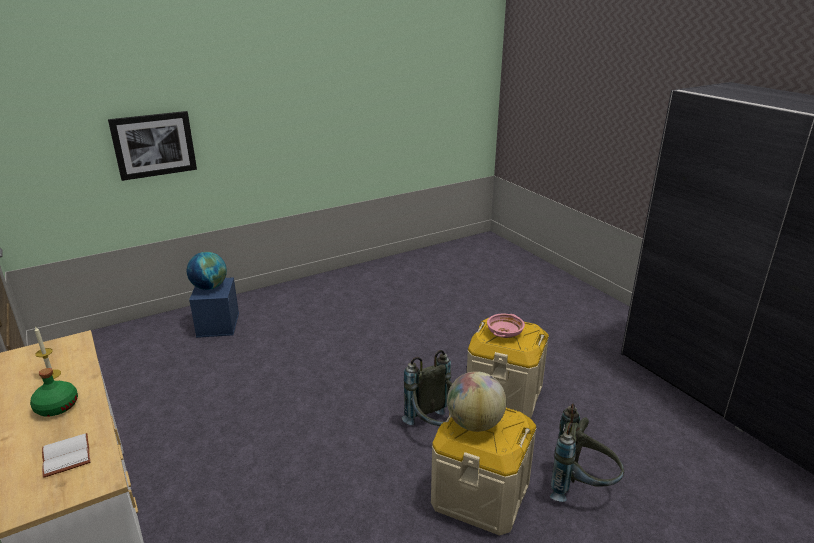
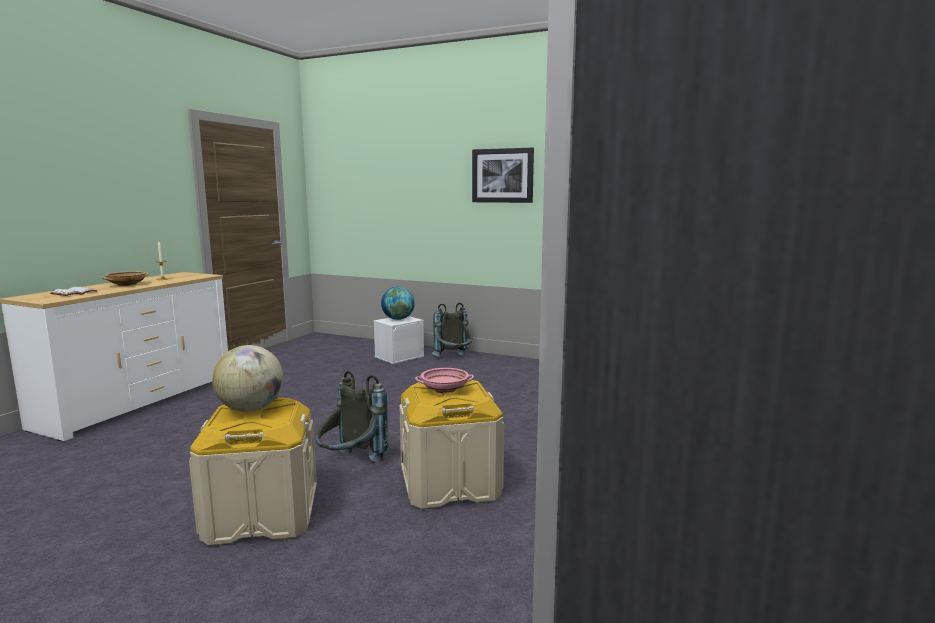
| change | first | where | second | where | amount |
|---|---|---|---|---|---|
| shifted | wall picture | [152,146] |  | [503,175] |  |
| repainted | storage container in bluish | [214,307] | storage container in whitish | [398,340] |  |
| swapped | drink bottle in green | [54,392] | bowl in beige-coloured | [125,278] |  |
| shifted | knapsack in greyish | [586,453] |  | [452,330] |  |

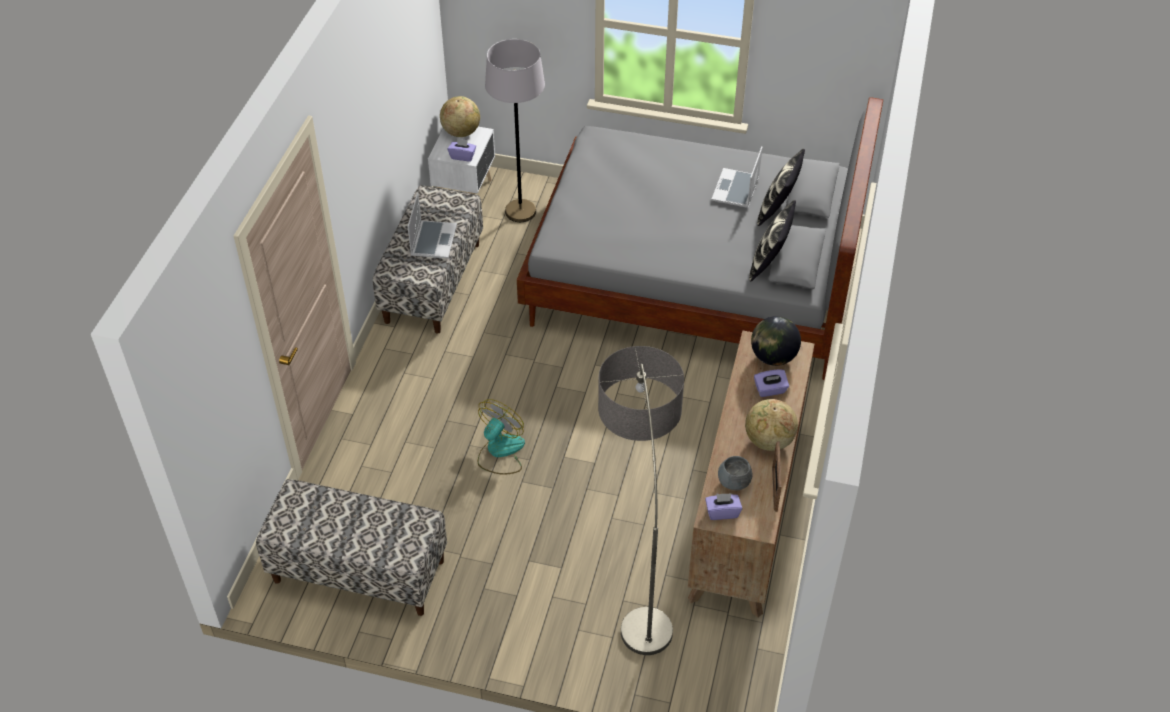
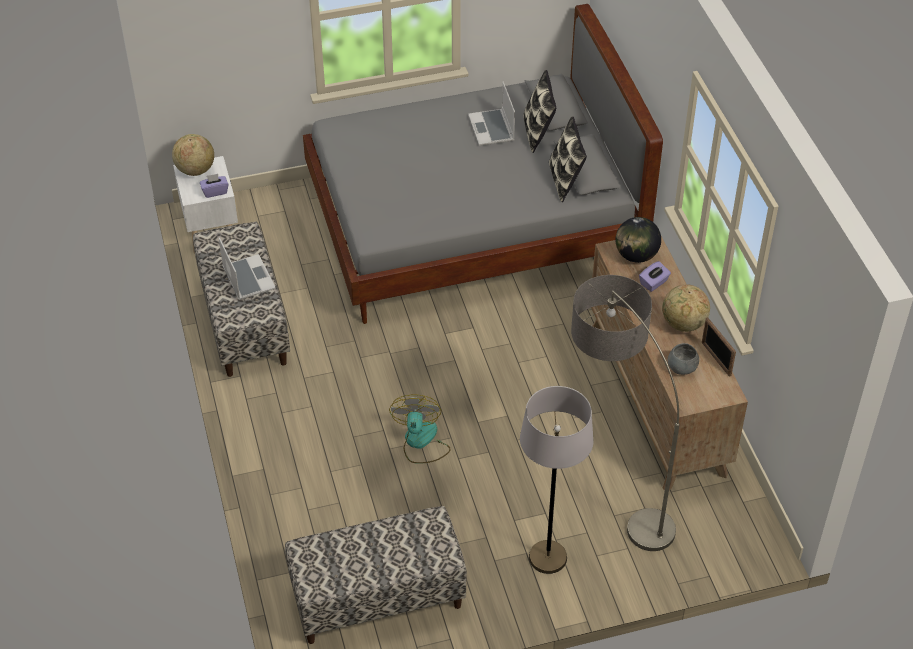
| change | first | where | second | where | amount |
|---|---|---|---|---|---|
| shifted | standard lamp in greyish | [515,130] |  | [557,480] |  |
| gone | box of tissues in purplish | [723,506] |  |  |  |

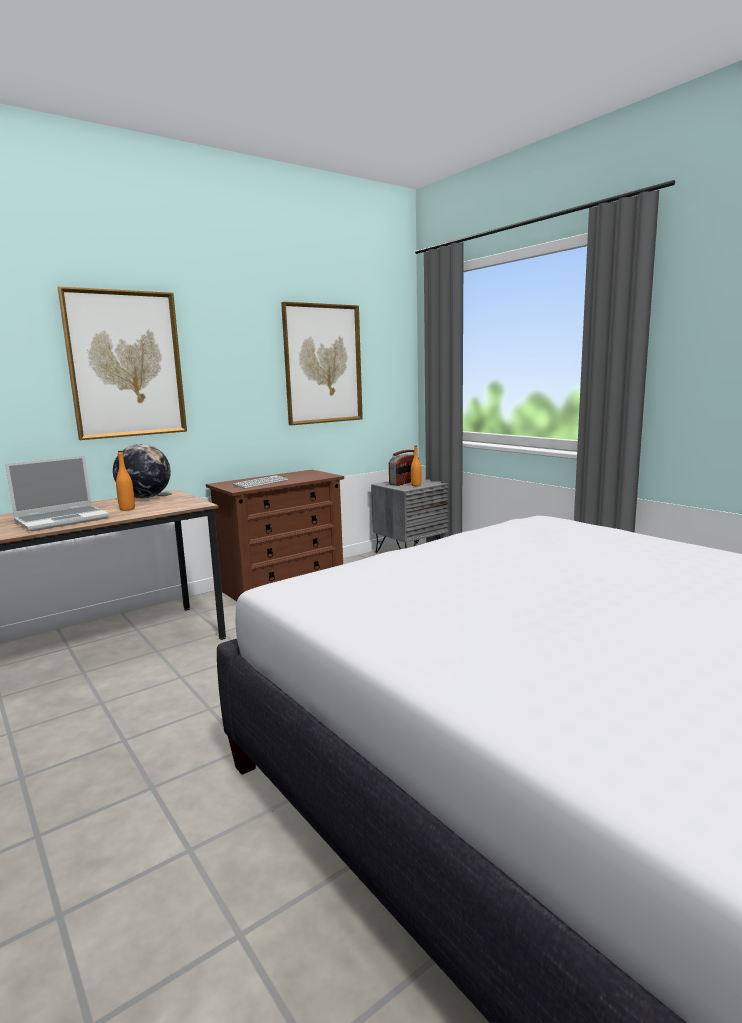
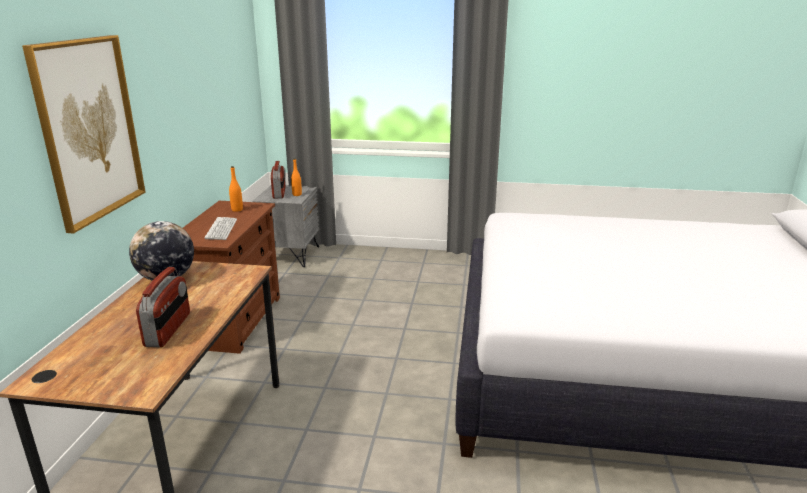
| change | first | where | second | where | amount |
|---|---|---|---|---|---|
| gone | wall picture | [322,363] |  |  |  |
| shifted | drink bottle in orange | [125,481] |  | [236,189] |  |
| swapped | portable computer | [57,493] | radio set | [163,307] |  |

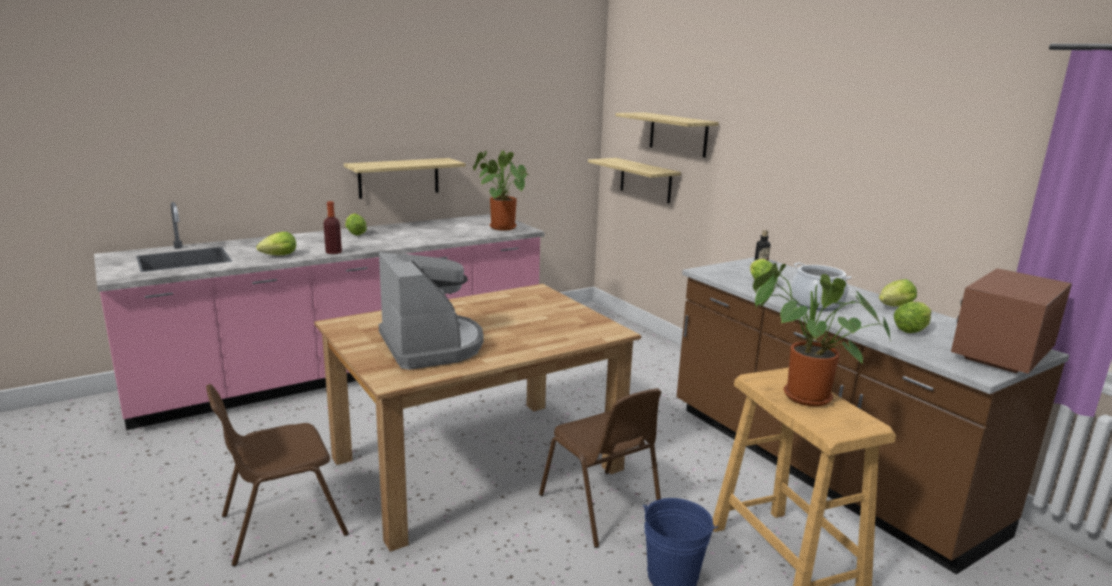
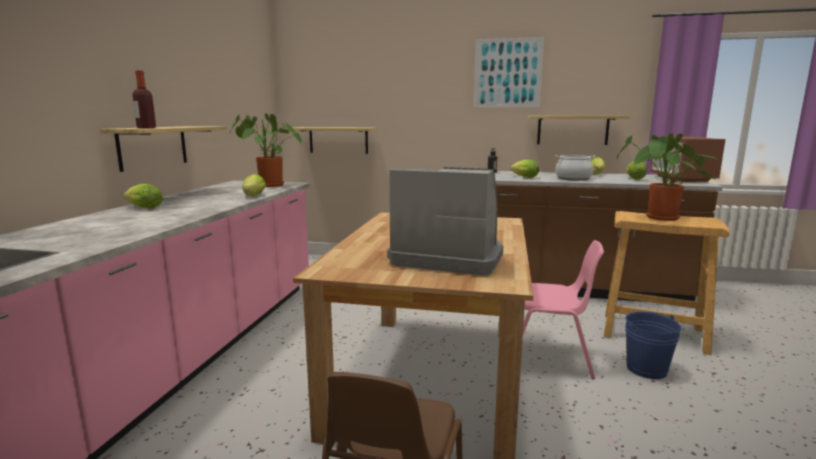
| change | first | where | second | where | amount |
|---|---|---|---|---|---|
| shifted | shelf | [667,134] |  | [579,130] |  |
| shifted | drink bottle | [333,227] |  | [144,99] |  |
| shifted | lettuce | [276,244] |  | [254,185] |  |
| repainted | chair in brownish | [600,468] | chair in pink | [563,309] |  |
| new |  |  | wall picture | [509,72] |  |

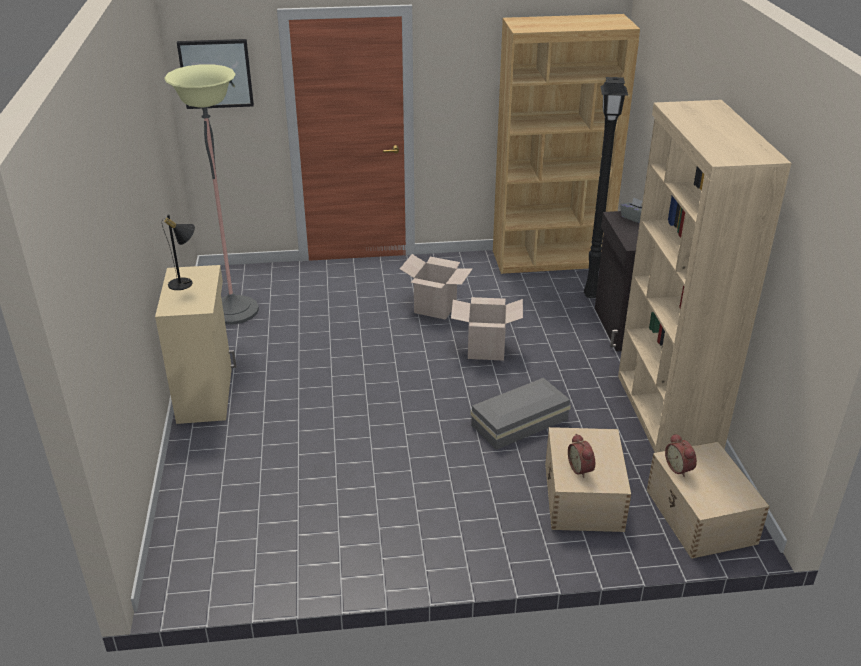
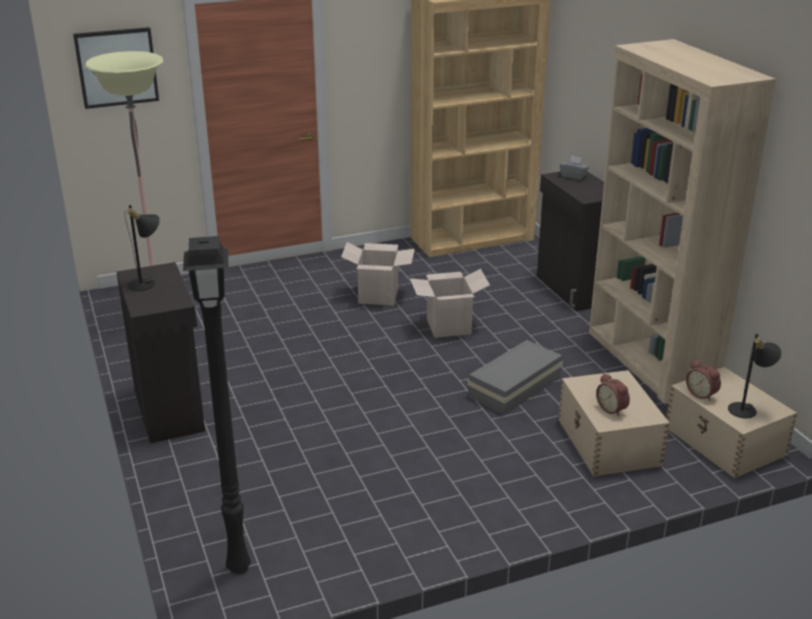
| change | first | where | second | where | amount |
|---|---|---|---|---|---|
| shifted | standard lamp in black-coloured | [606,187] |  | [217,405] |  |
| repainted | storage cabinet in beige-coloured | [195,344] | storage cabinet in black-coloured | [160,352] |  |
| new |  |  | tabletop lamp in black-coloured | [754,376] |  |

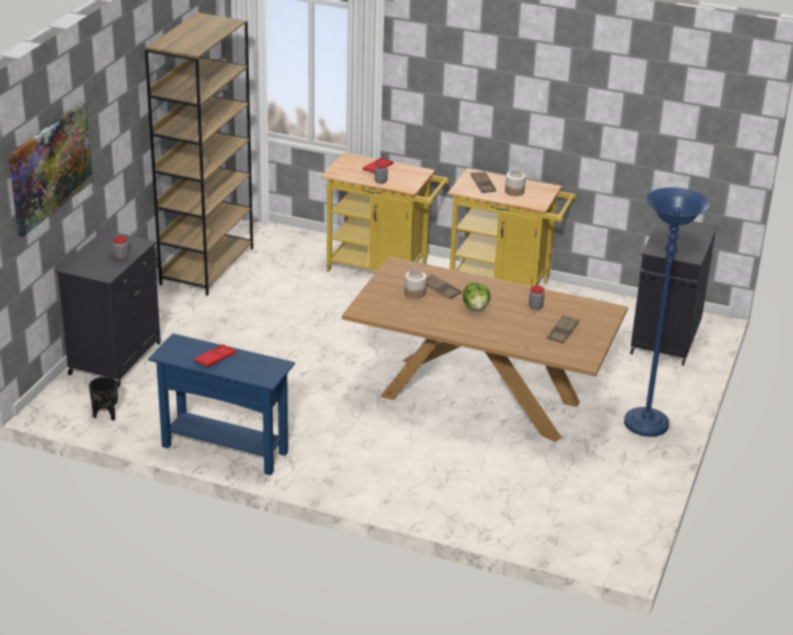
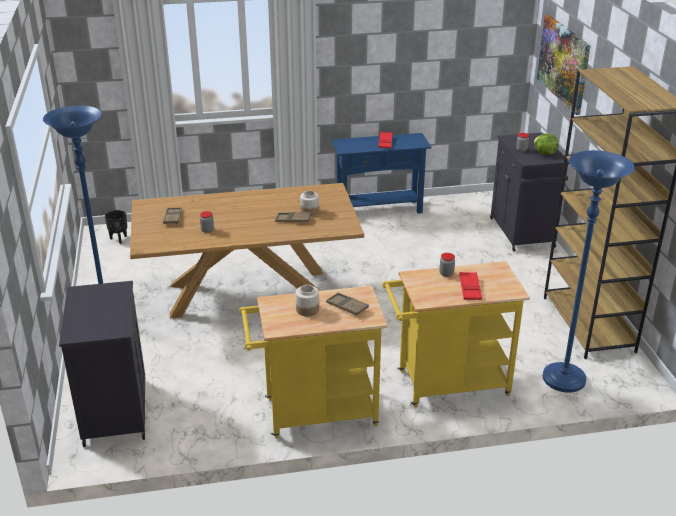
| change | first | where | second | where | amount |
|---|---|---|---|---|---|
| shifted | lettuce | [476,296] |  | [546,144] |  |
| shifted | plant pot in black-coloured | [103,399] |  | [116,227] |  |
| new |  |  | standard lamp in bluish | [589,271] |  |

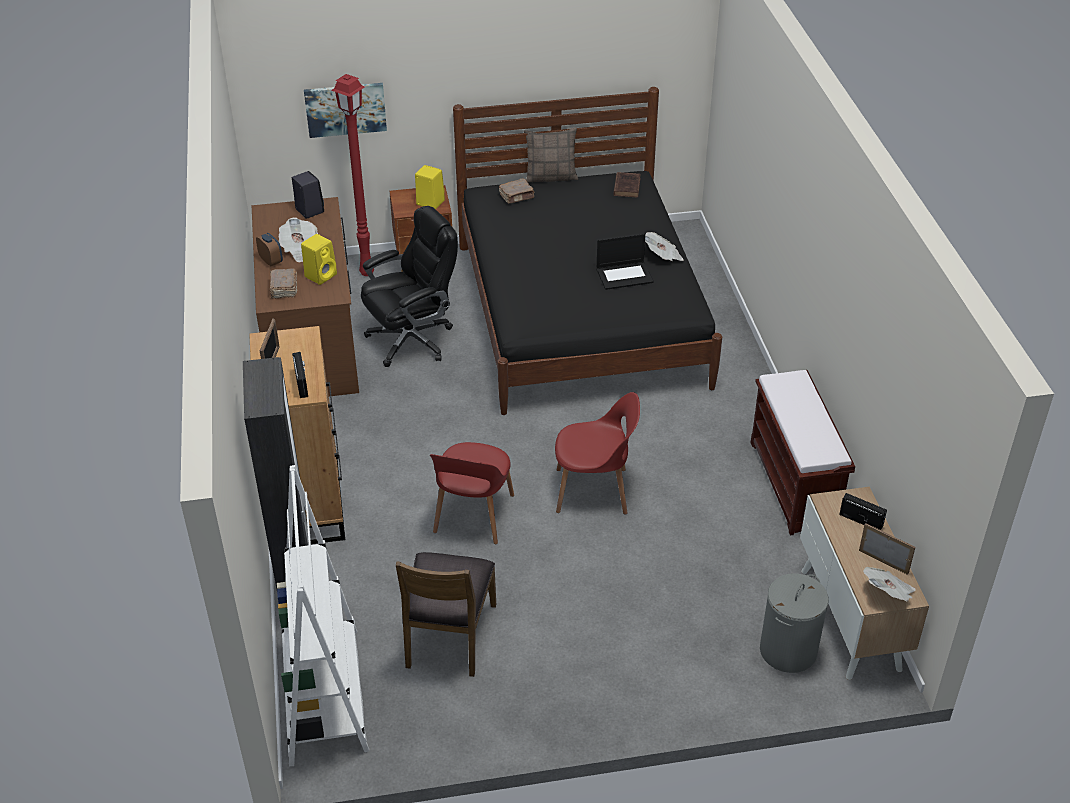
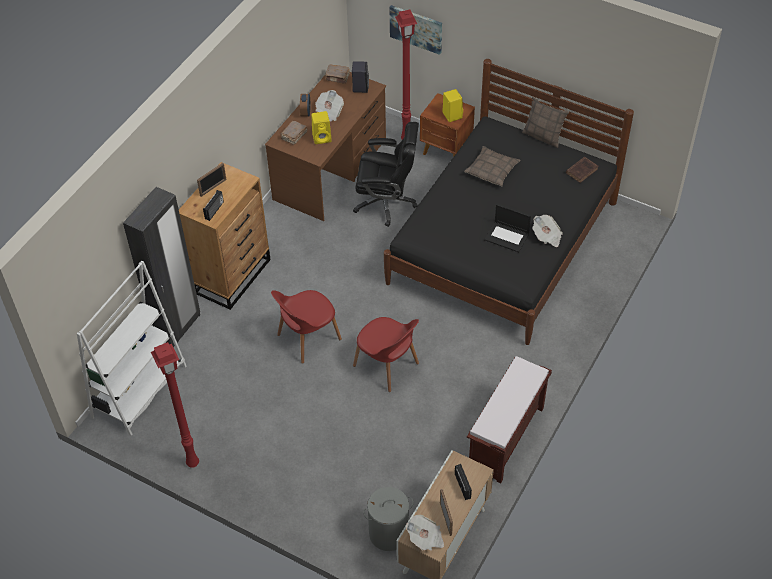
| change | first | where | second | where | amount |
|---|---|---|---|---|---|
| shifted | bound book in brownish | [517,191] |  | [337,74] |  |
| gone | chair in brownish | [446,614] |  |  |  |
| new |  |  | pillow | [492,166] |  |
| new |  |  | standard lamp in red | [175,405] |  |

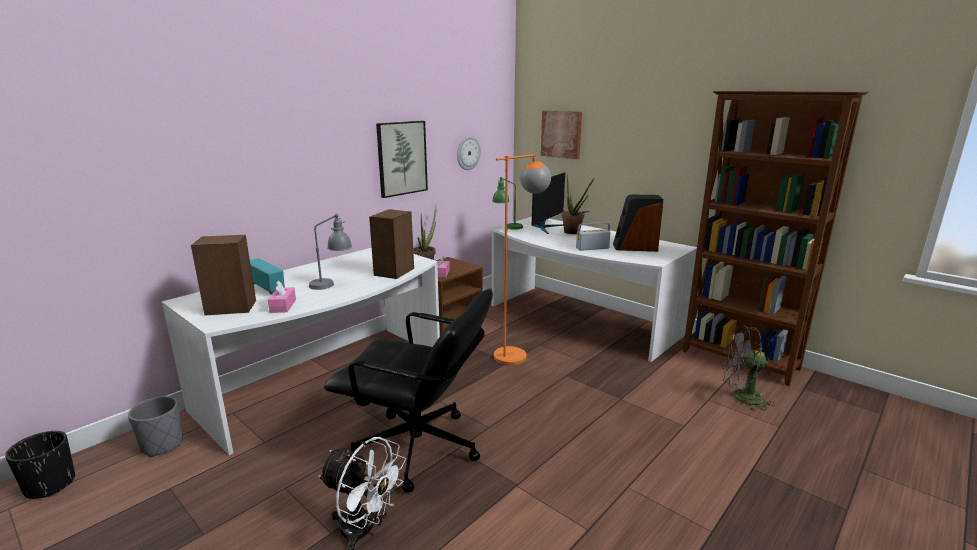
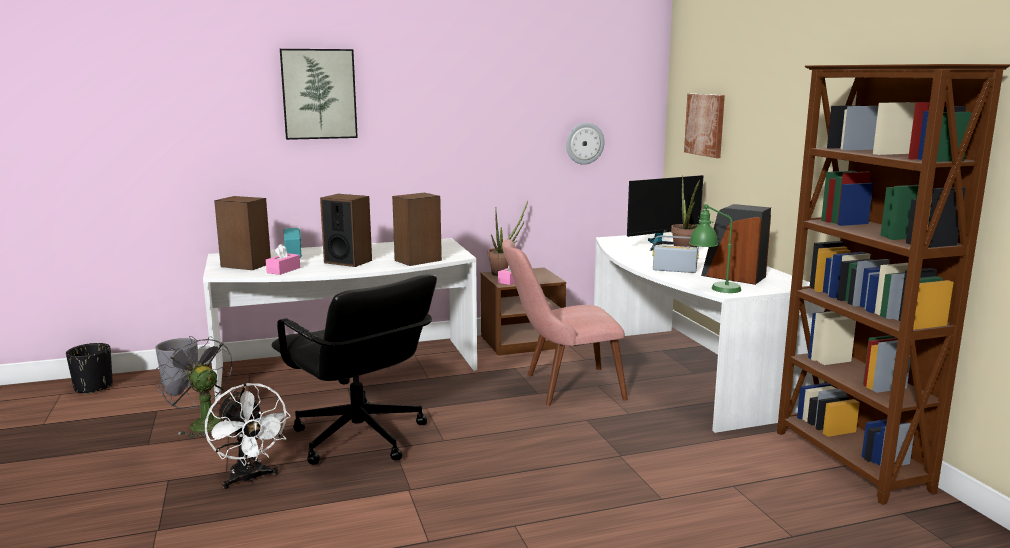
| change | first | where | second | where | amount |
|---|---|---|---|---|---|
| shifted | wall picture | [402,159] |  | [319,94] |  |
| swapped | standard lamp in orange | [522,259] | chair in pink | [565,322] |  |
| shifted | tabletop lamp in green | [507,203] |  | [715,248] |  |
| swapped | tabletop lamp in greyish | [330,251] | audio speaker | [346,230] |  |
| shifted | cooling fan in greyish | [748,368] |  | [194,387] |  |

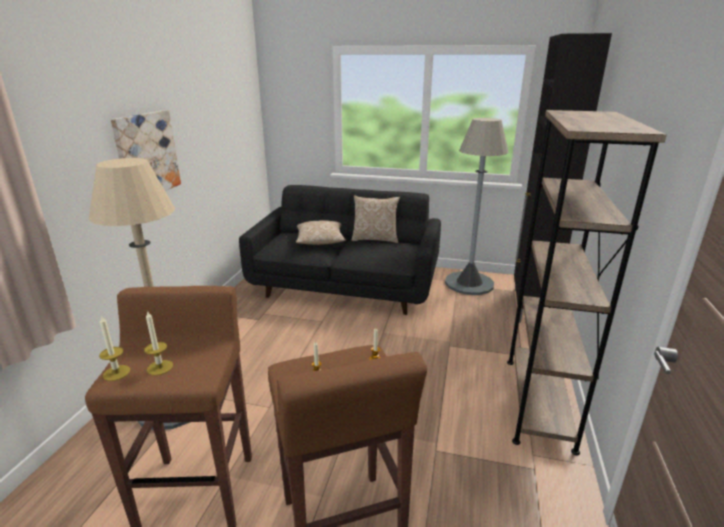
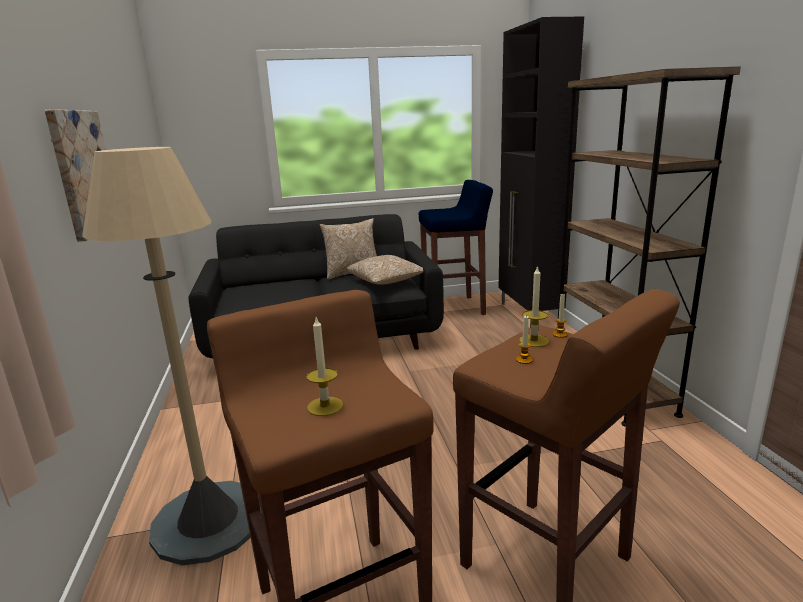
| change | first | where | second | where | amount |
|---|---|---|---|---|---|
| swapped | standard lamp in greyish | [477,206] | sitting stool in bluish | [456,247] |  |
| shifted | pillow | [321,232] |  | [385,269] |  |
| shifted | wax light | [114,348] |  | [534,306] |  |

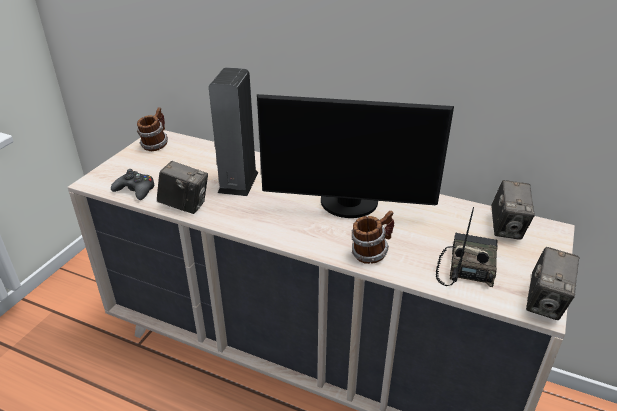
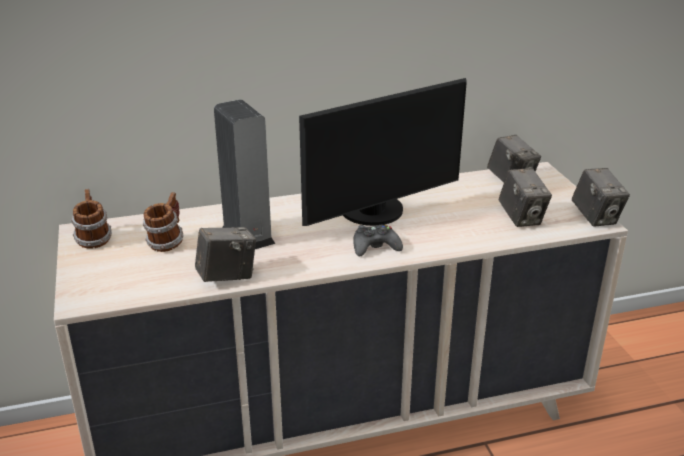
| change | first | where | second | where | amount |
|---|---|---|---|---|---|
| shifted | joypad in black-coloured | [132,184] |  | [378,240] |  |
| swapped | radio set | [467,247] | still camera | [525,197] |  |
| shifted | coffee mug | [373,237] |  | [163,222] |  |

